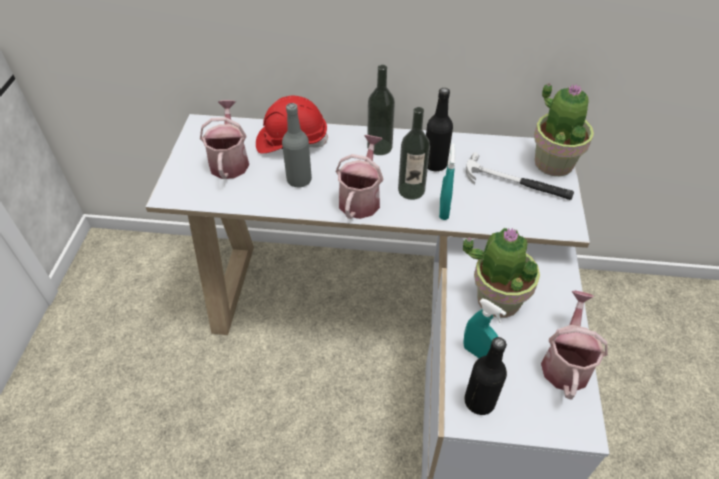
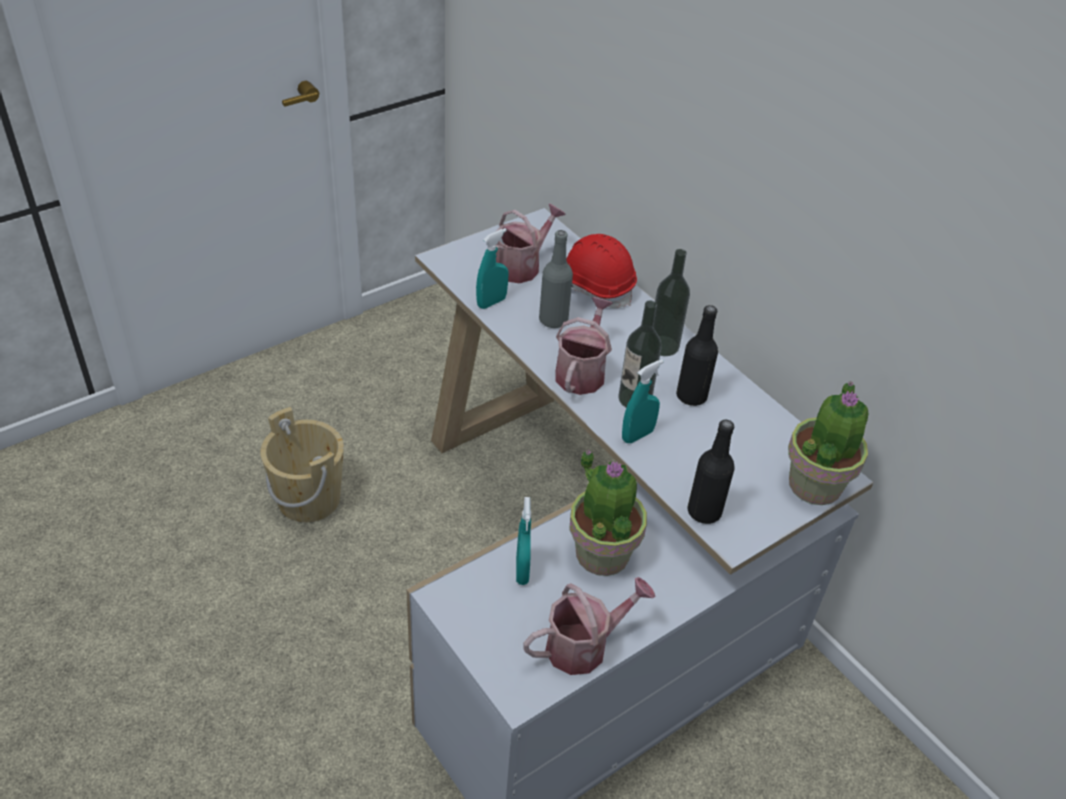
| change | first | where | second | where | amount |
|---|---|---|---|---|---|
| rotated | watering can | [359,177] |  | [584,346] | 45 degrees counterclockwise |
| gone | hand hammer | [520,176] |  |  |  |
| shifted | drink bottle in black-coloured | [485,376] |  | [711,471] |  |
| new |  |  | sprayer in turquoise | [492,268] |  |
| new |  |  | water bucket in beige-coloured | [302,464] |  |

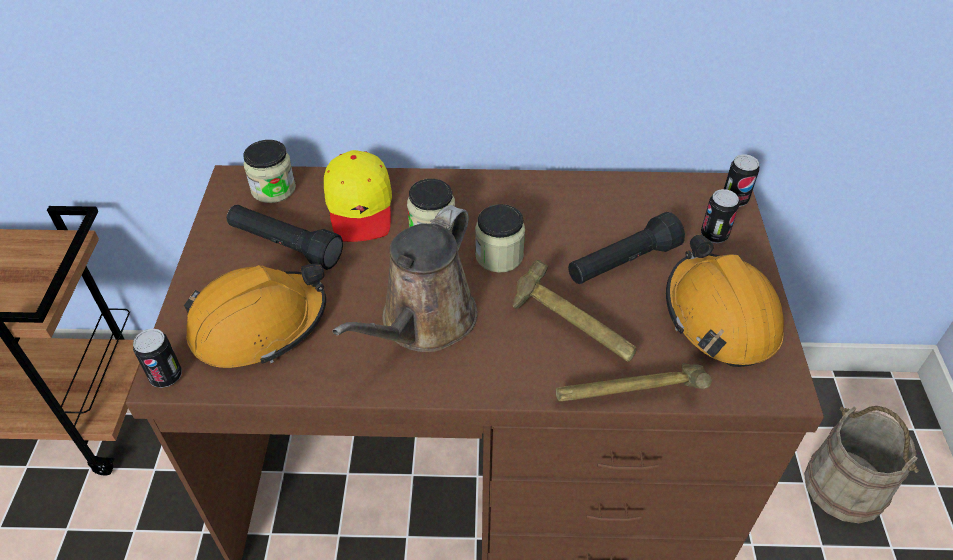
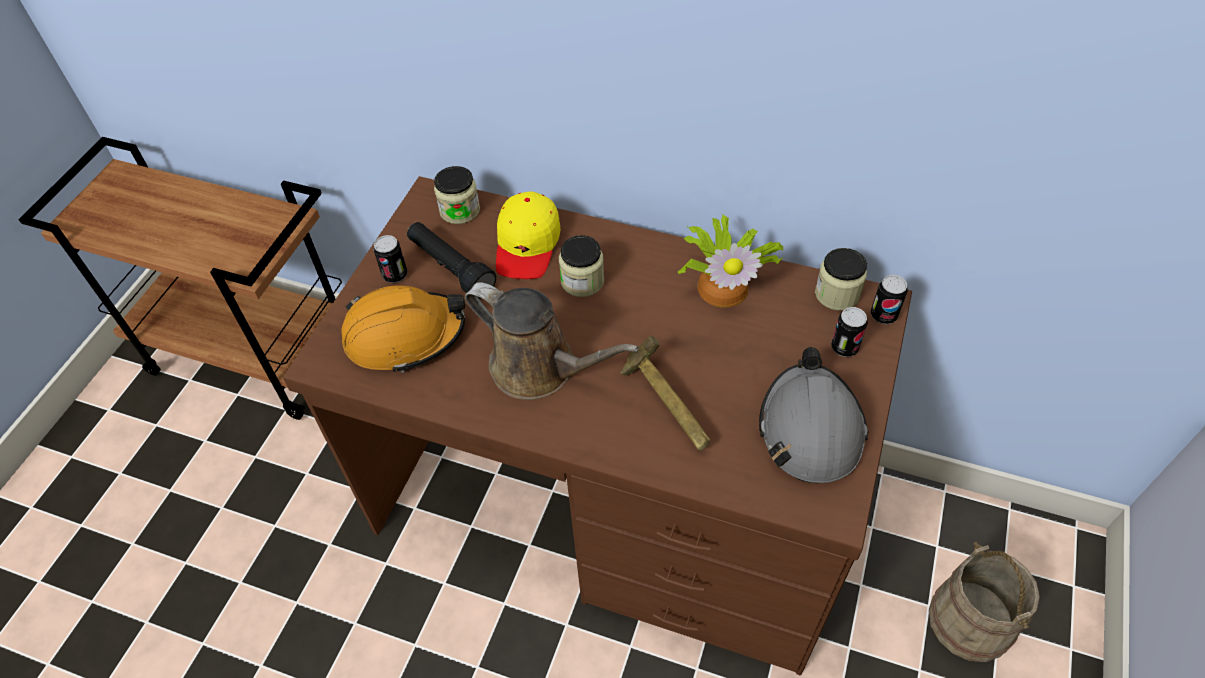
| change | first | where | second | where | amount |
|---|---|---|---|---|---|
| shifted | preserve jar | [500,238] |  | [841,279] |  |
| rotated | watering can in brownish | [404,278] |  | [552,341] | 105 degrees counterclockwise |
| gone | flashlight in black-coloured | [626,248] |  |  |  |
| repainted | work helmet in orange | [725,301] | work helmet in greyish | [813,415] |  |
| shifted | metal can | [157,358] |  | [390,259] |  |
| gone | hand hammer | [634,382] |  |  |  |
| new |  |  | plant in a pot | [730,261] |  |

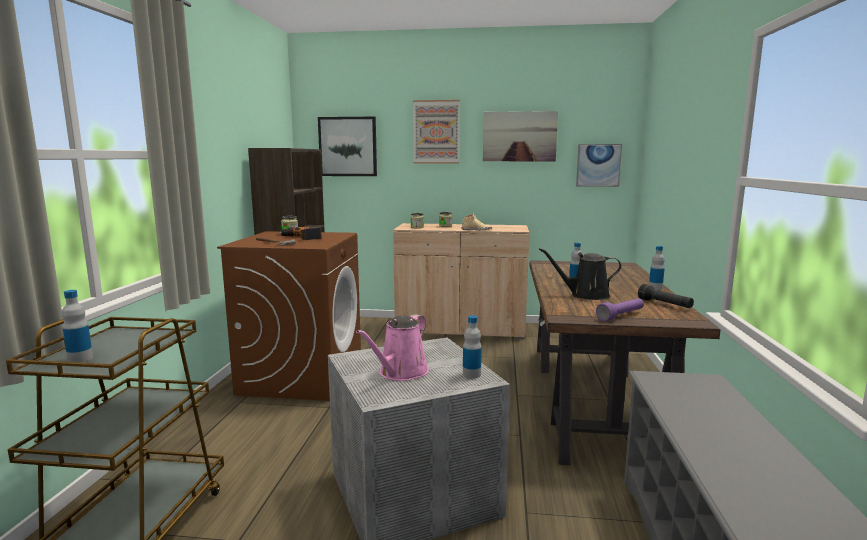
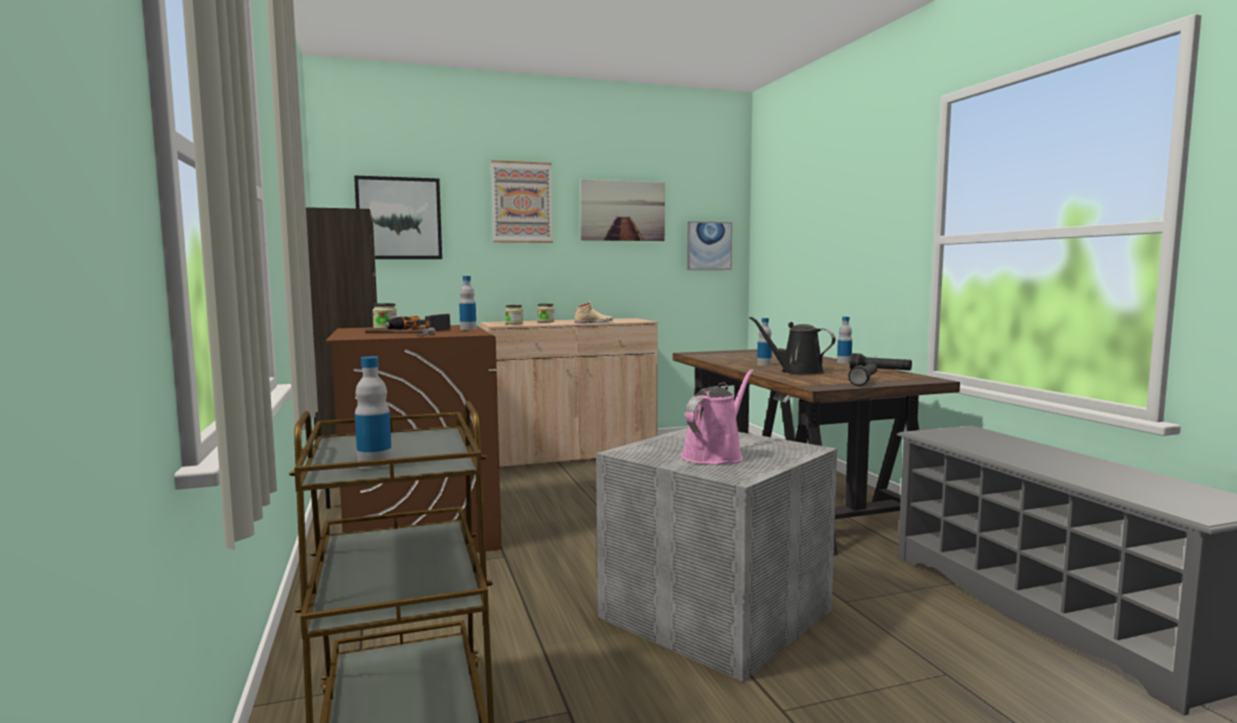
| change | first | where | second | where | amount |
|---|---|---|---|---|---|
| rotated | watering can in black-coloured | [580,274] |  | [793,345] | 60 degrees clockwise |
| repainted | flashlight in purplish | [620,309] | flashlight in black-coloured | [862,374] |  |
| rotated | watering can in pink | [392,347] |  | [717,417] | 150 degrees counterclockwise |
| shifted | drink bottle | [472,346] |  | [467,303] |  |

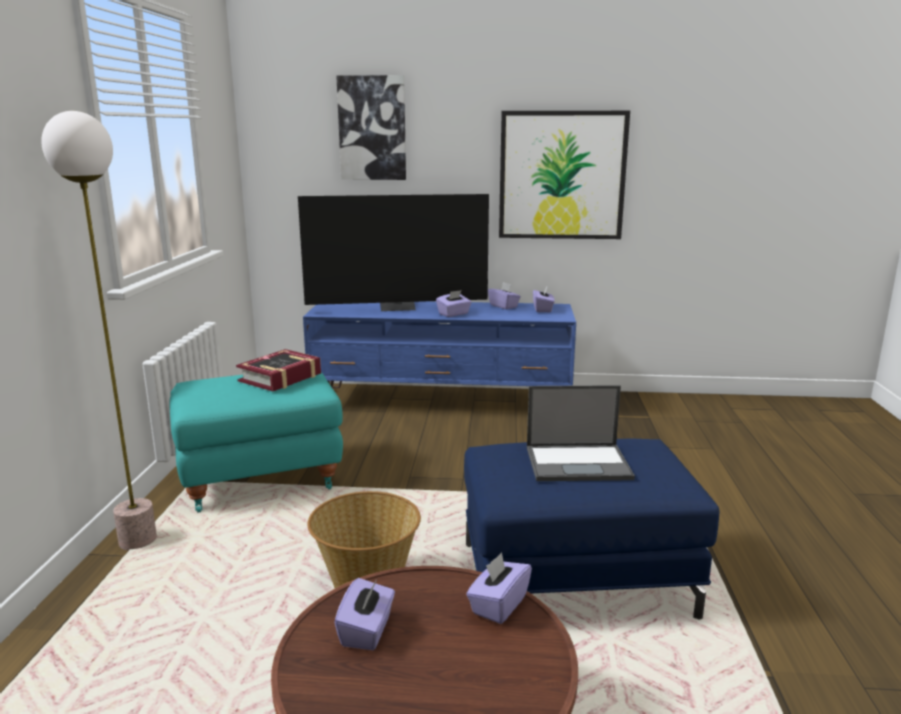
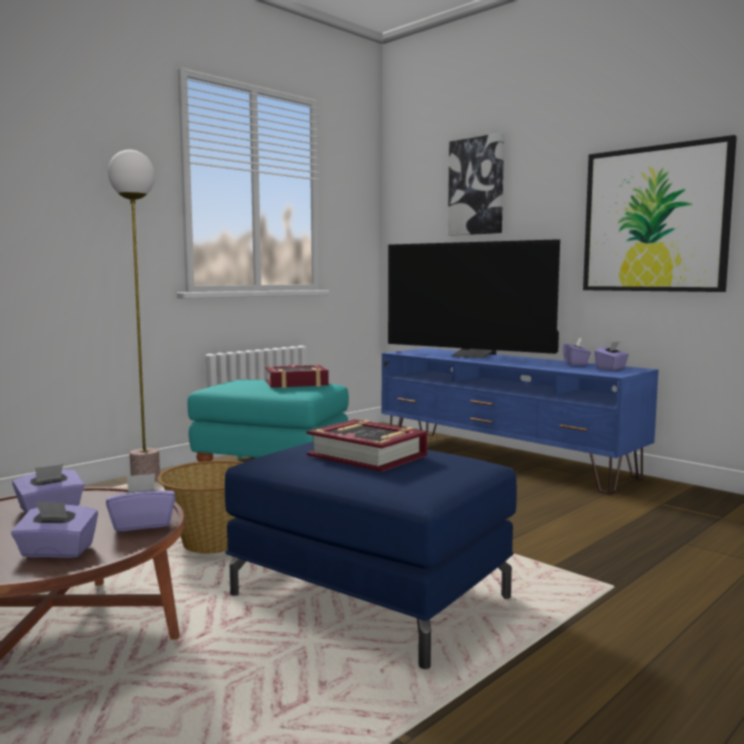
| change | first | where | second | where | amount |
|---|---|---|---|---|---|
| shifted | box of tissues in purplish | [454,303] |  | [54,529] |  |
| swapped | portable computer | [581,433] | bound book | [367,445] |  |

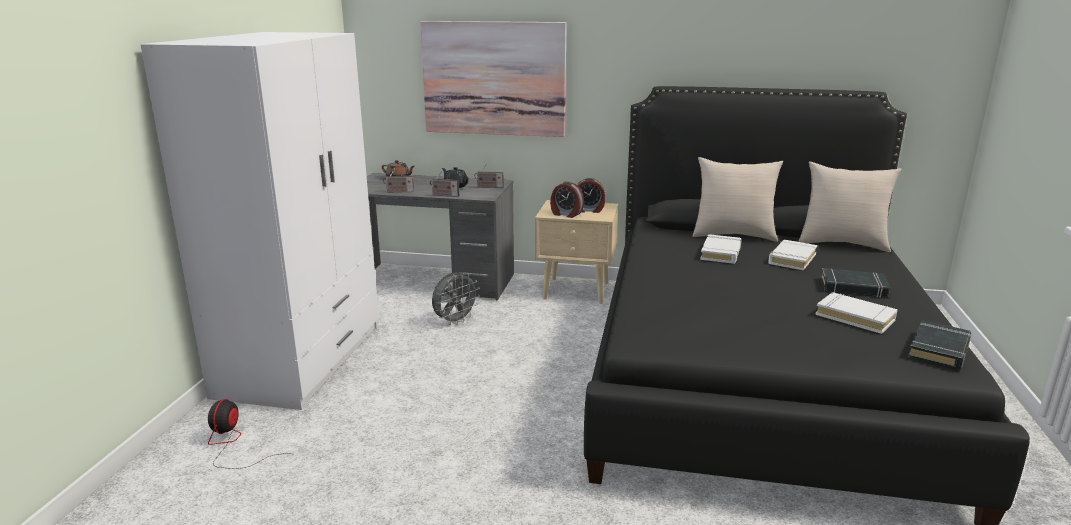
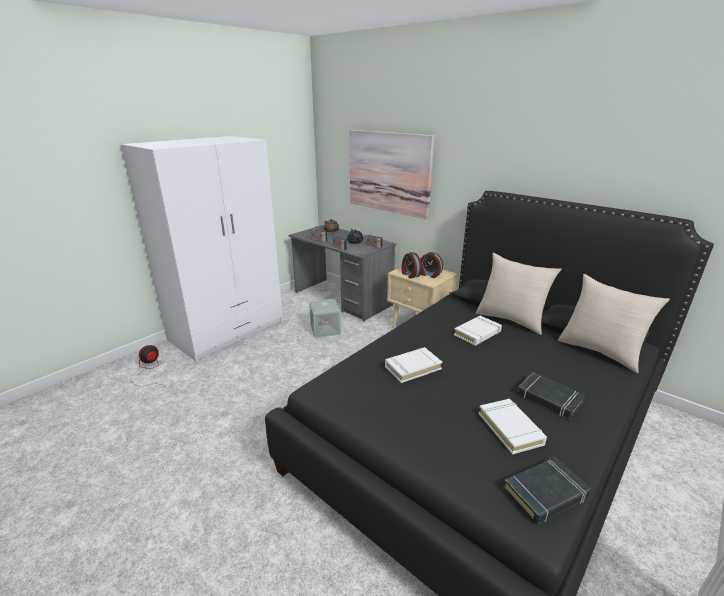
| change | first | where | second | where | amount |
|---|---|---|---|---|---|
| shifted | bound book in whitish | [792,255] |  | [413,365] |  |
| swapped | cooling fan in greyish | [456,298] | storage container in greyish | [325,318] |  |

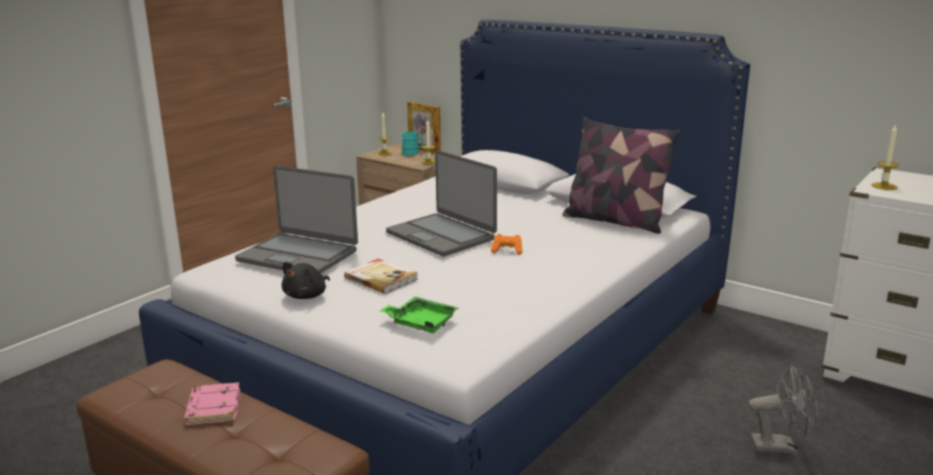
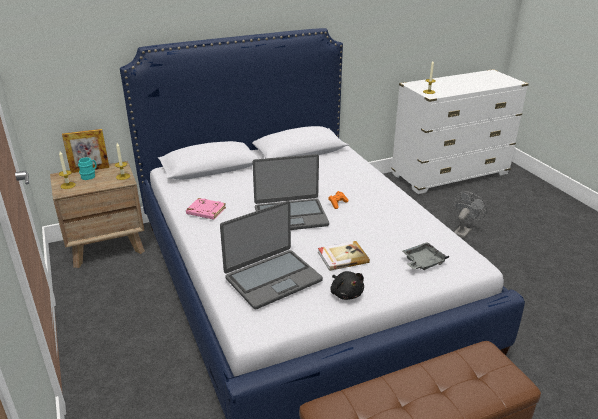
| change | first | where | second | where | amount |
|---|---|---|---|---|---|
| gone | pillow | [621,175] |  |  |  |
| repainted | serving tray in green | [419,314] | serving tray in greyish | [425,256] |  |
| shifted | bound book in pink | [212,403] |  | [206,209] |  |

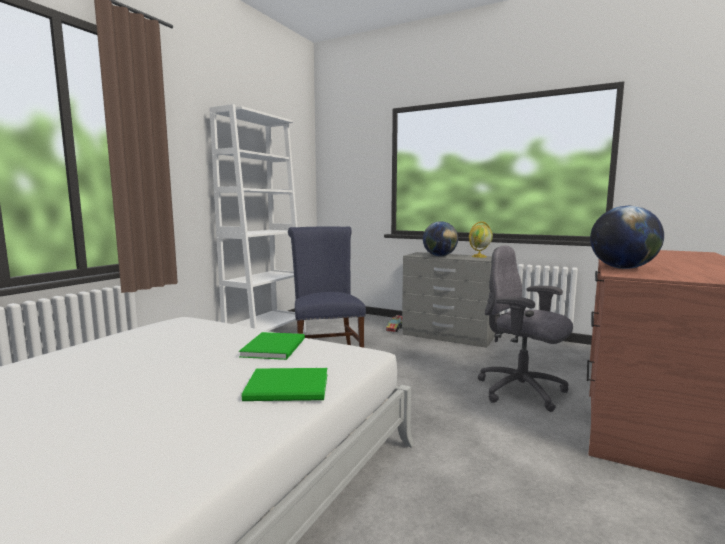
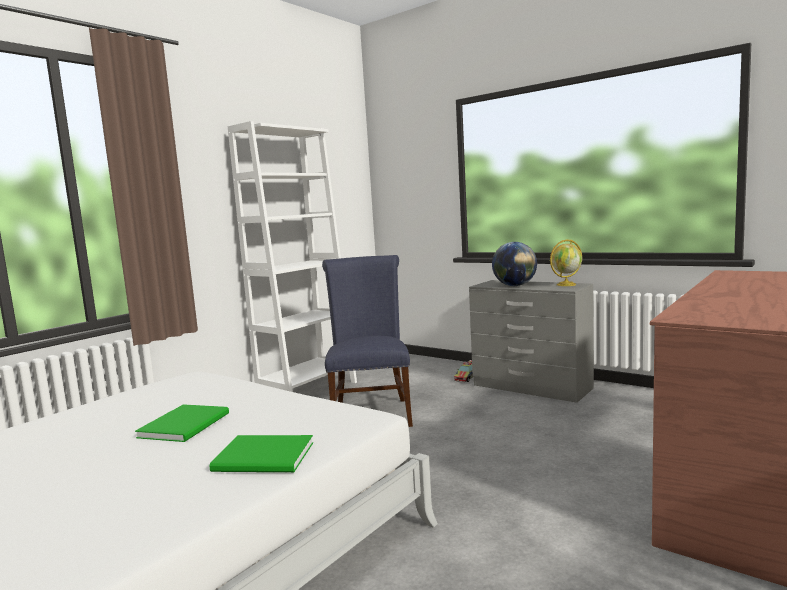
| change | first | where | second | where | amount |
|---|---|---|---|---|---|
| gone | globe | [627,237] |  |  |  |
| gone | computer chair in greyish | [525,329] |  |  |  |
| shifted | bound book in green | [272,346] |  | [182,423] |  |

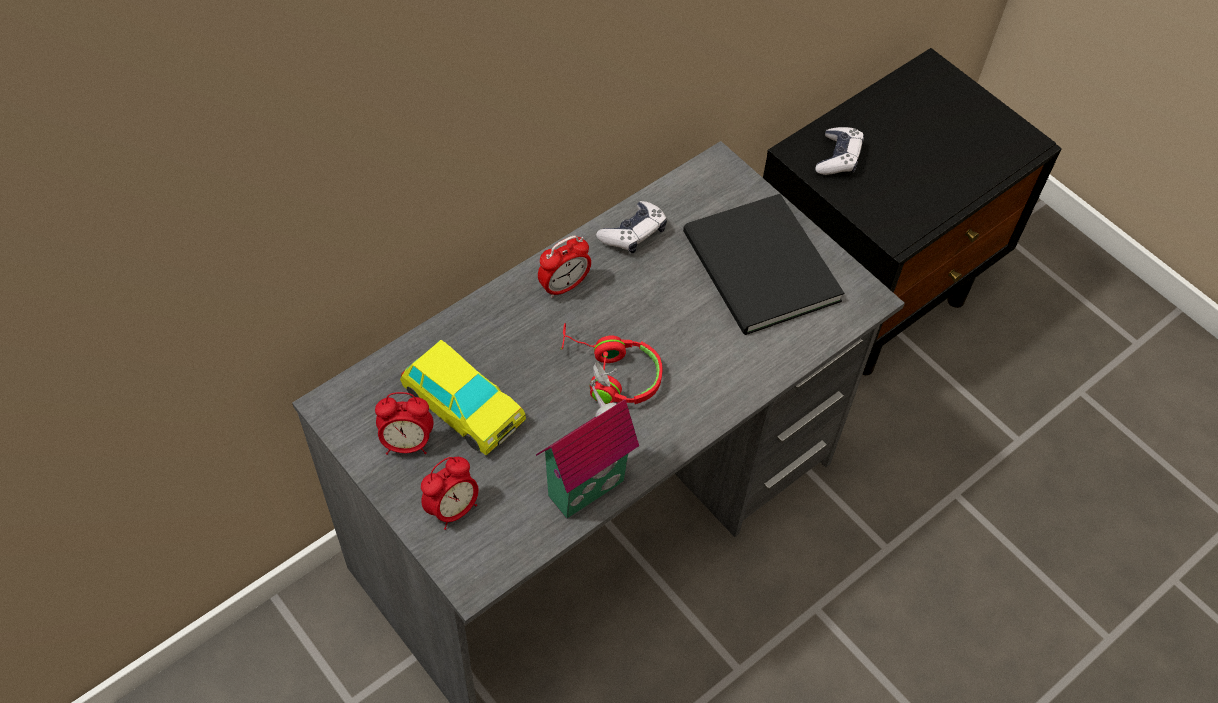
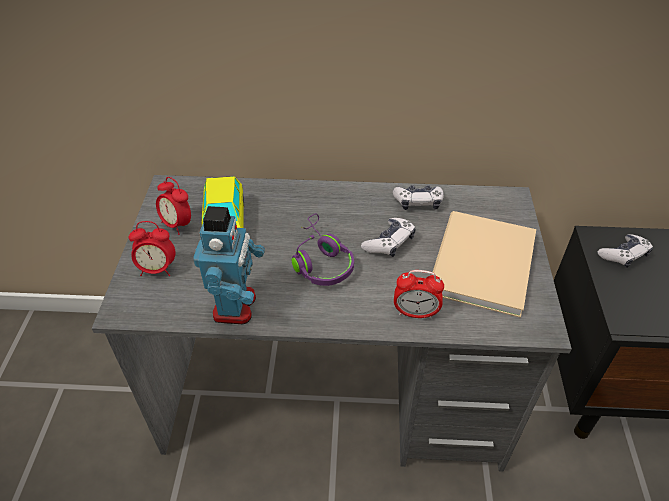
| change | first | where | second | where | amount |
|---|---|---|---|---|---|
| repainted | bound book in black-coloured | [763,264] | bound book in beige-coloured | [484,264] |  |
| shifted | alarm clock | [564,266] |  | [419,294] |  |
| repainted | headset in red | [611,363] | headset in purplish | [323,250] |  |
| swapped | model house | [587,440] | robot figure | [229,265] |  |
| new |  |  | joypad | [388,237] |  |

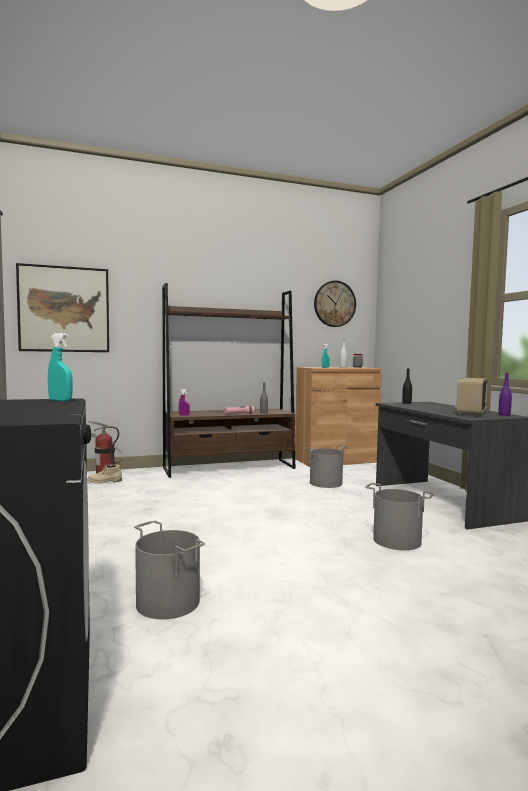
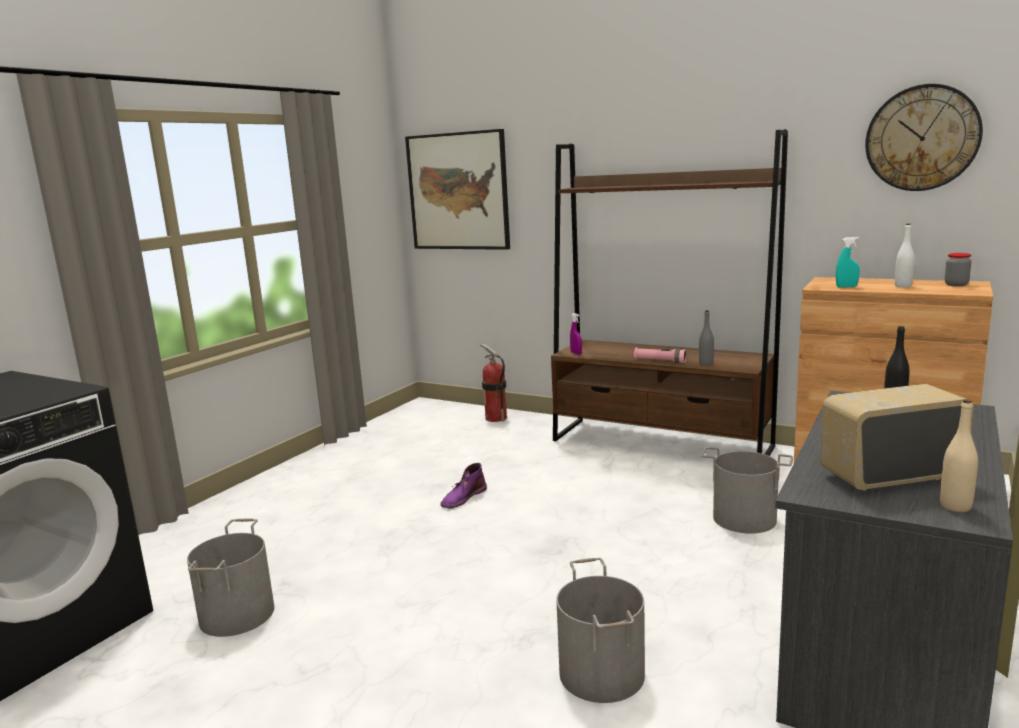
| change | first | where | second | where | amount |
|---|---|---|---|---|---|
| gone | sprayer in turquoise | [60,367] |  |  |  |
| repainted | drink bottle in purplish | [505,394] | drink bottle in beige-coloured | [959,455] |  |
| gone | tall boot in beige-coloured | [104,474] |  |  |  |
| new |  |  | tall boot in purplish | [464,486] |  |

